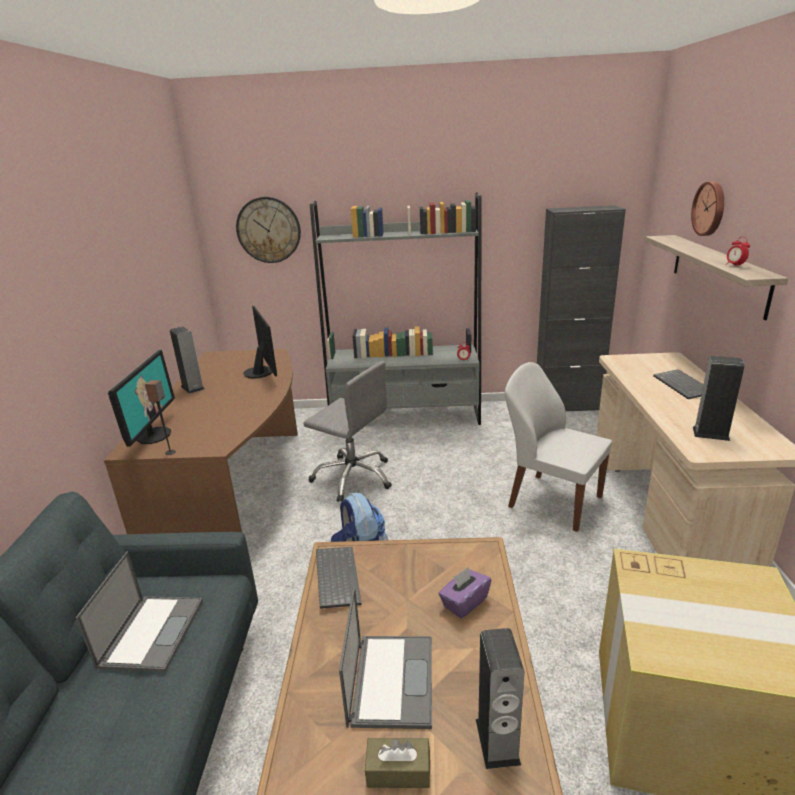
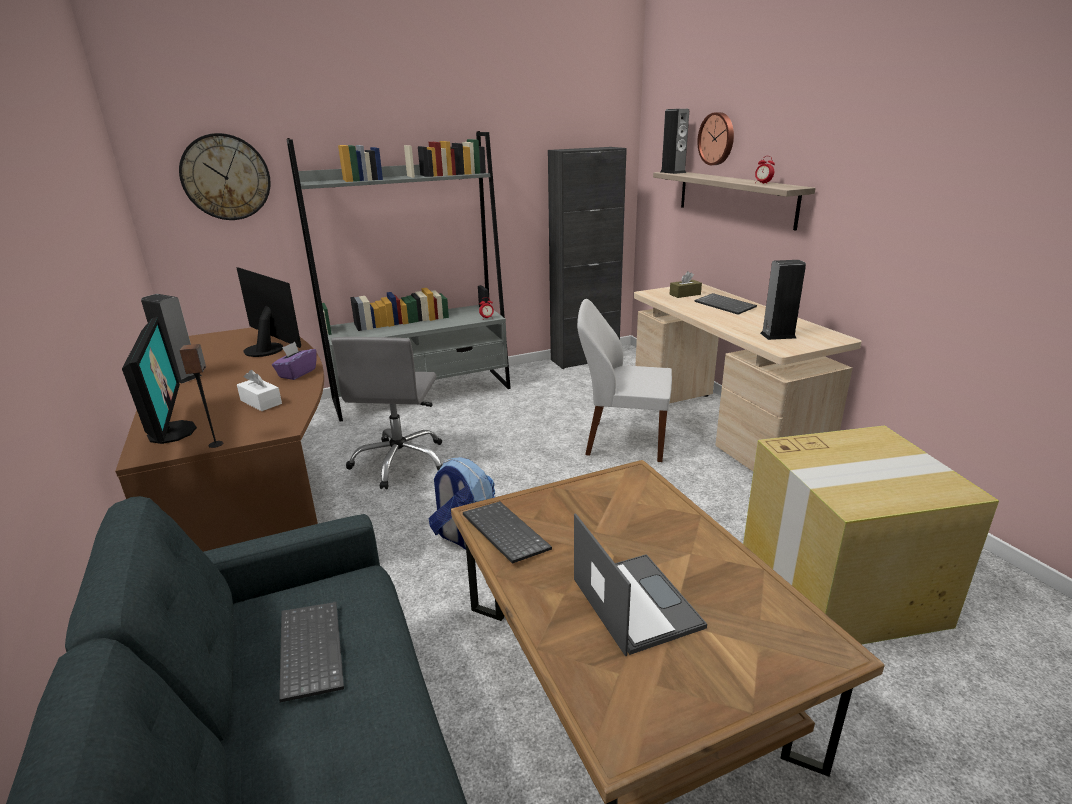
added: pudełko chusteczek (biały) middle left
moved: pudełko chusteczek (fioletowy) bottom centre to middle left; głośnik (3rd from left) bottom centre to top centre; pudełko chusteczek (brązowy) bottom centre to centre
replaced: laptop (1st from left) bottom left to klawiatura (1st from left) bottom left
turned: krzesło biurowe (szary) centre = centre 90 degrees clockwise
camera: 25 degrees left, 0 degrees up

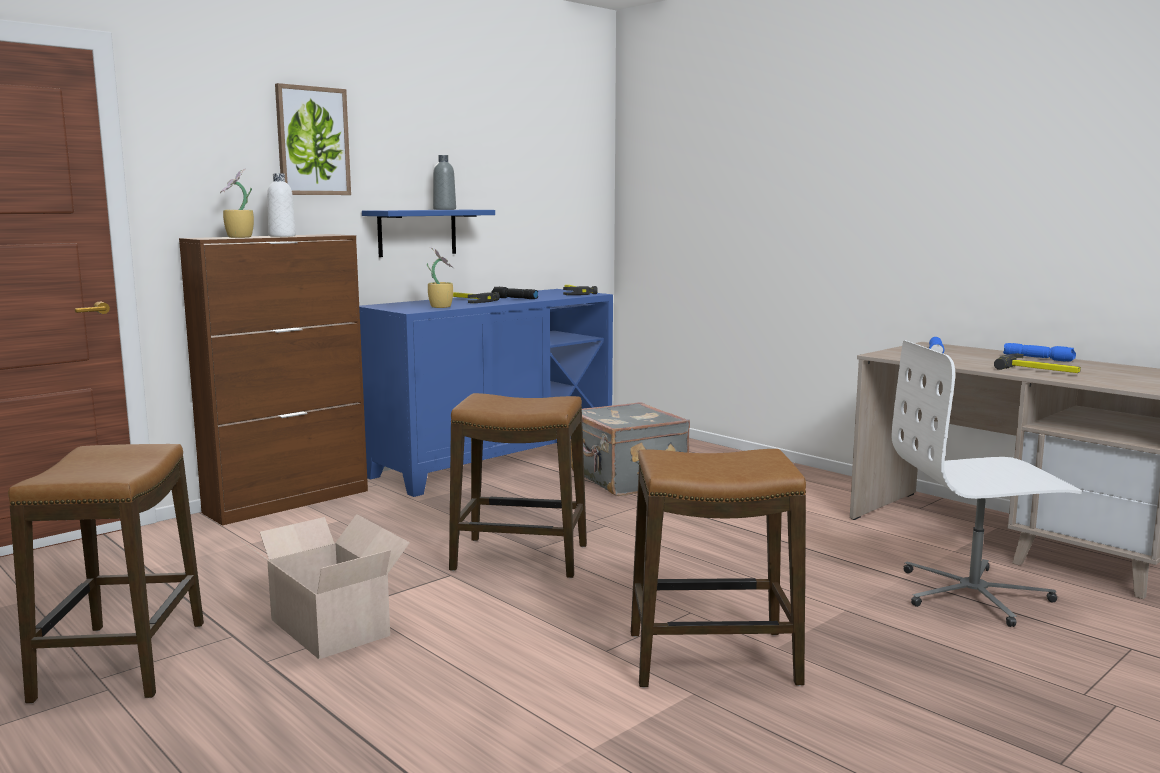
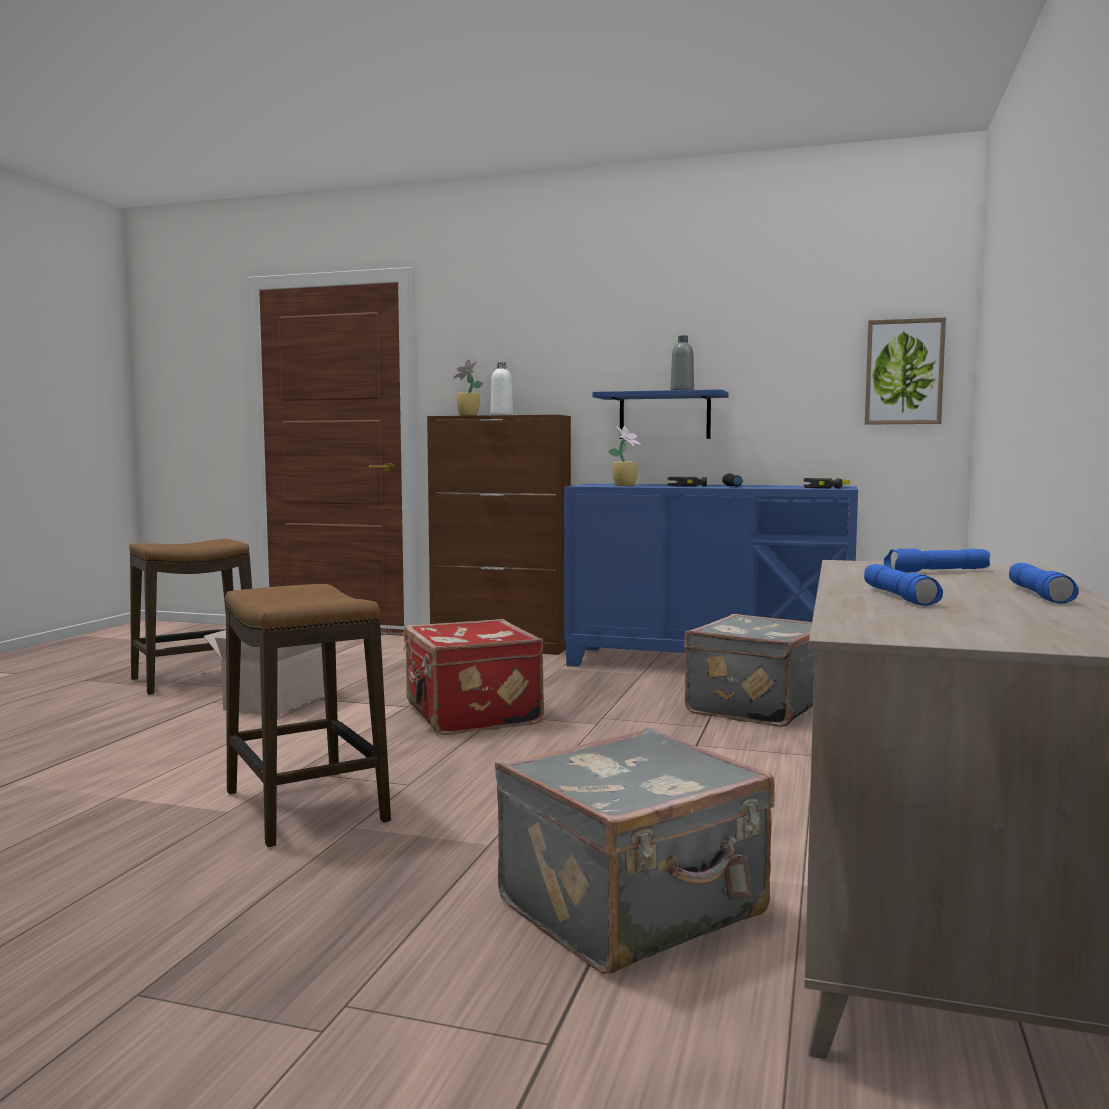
moved: obraz top left to middle right
replaced: krzesło biurowe (biały) middle right to walizka (szary) (1st from left) bottom centre; młotek (3rd from left) middle right to latarka (niebieski) (1st from left) middle right; stołek (2nd from left) centre to walizka (czerwony) centre
camera: 60 degrees right, 5 degrees down

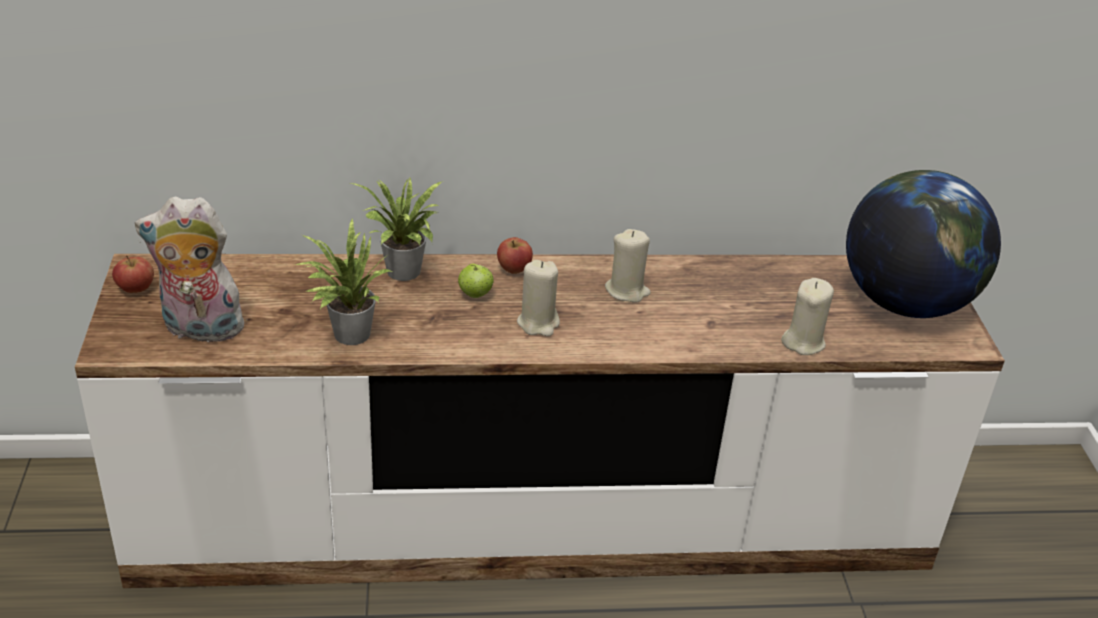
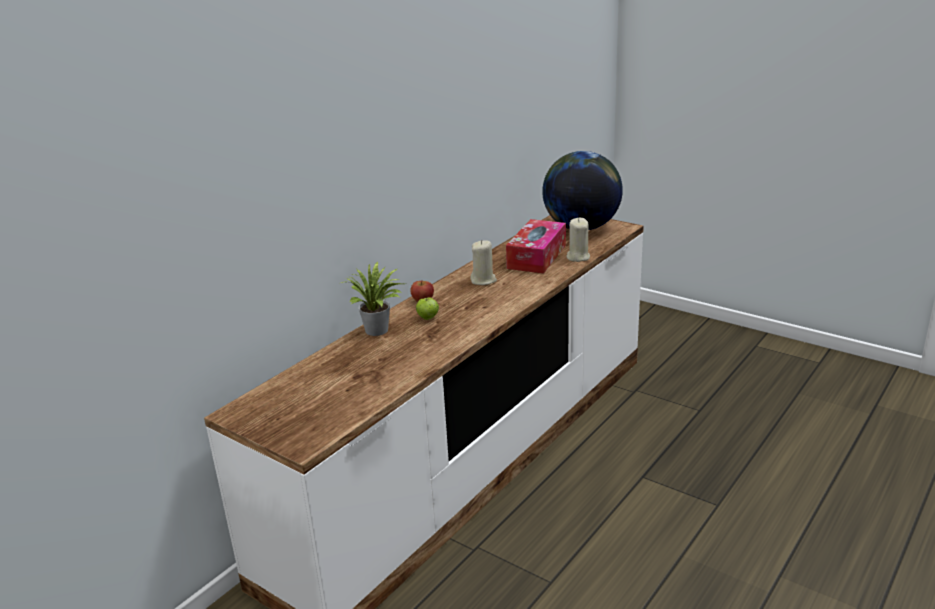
removed: pluszak middle left; roślina doniczkowa (1st from left) middle left; jabłko (1st from left) middle left; świeca (beżowy) (1st from left) centre
added: pudełko chusteczek centre
camera: 45 degrees left, 10 degrees down

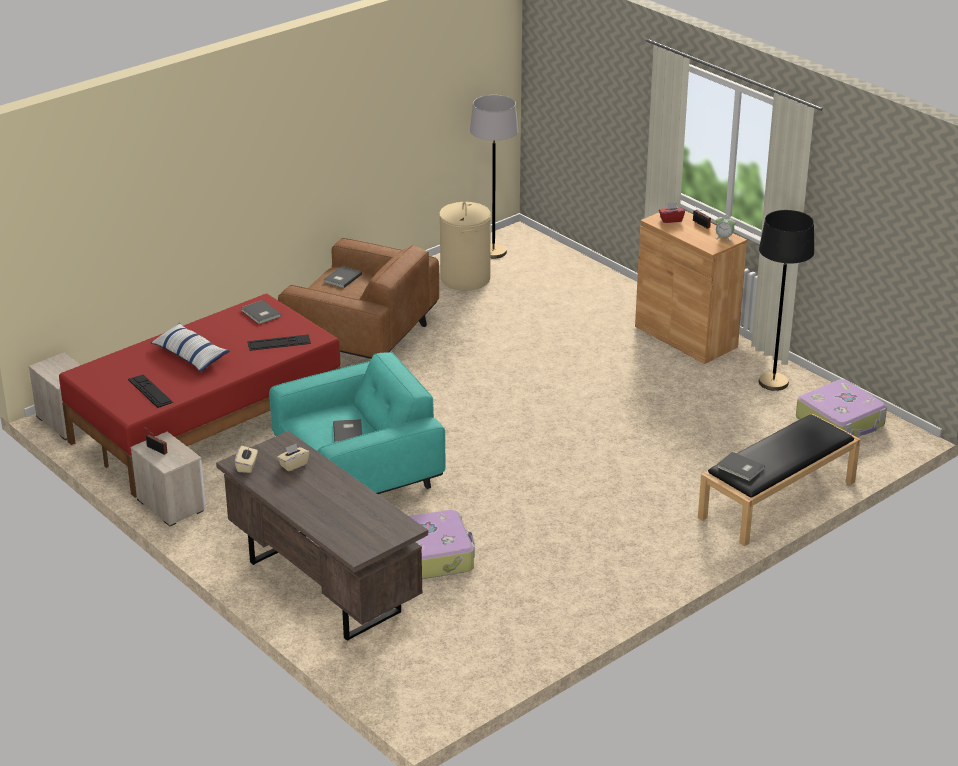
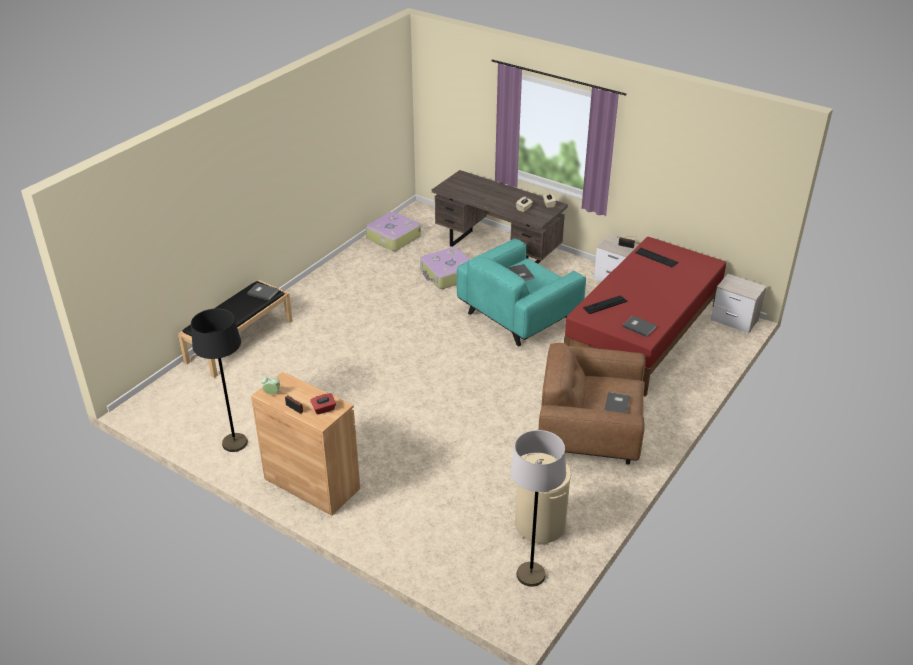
removed: poduszka middle left
moved: walizka (2nd from left in the first image) middle right to walizka (1st from left) centre
camera: 165 degrees right, 5 degrees up

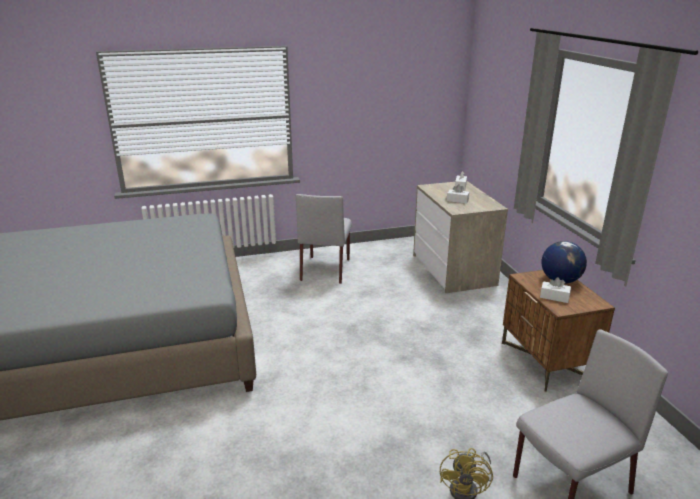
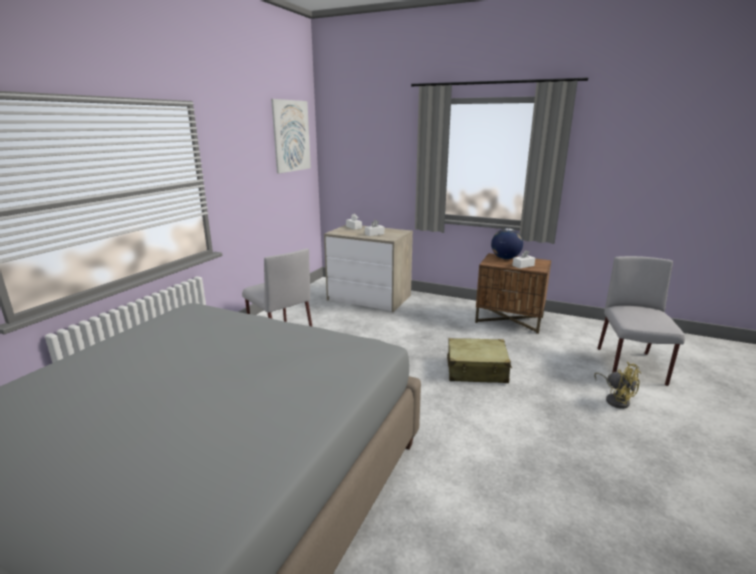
added: obraz top centre; walizka (beżowy) centre
camera: 50 degrees left, 5 degrees down

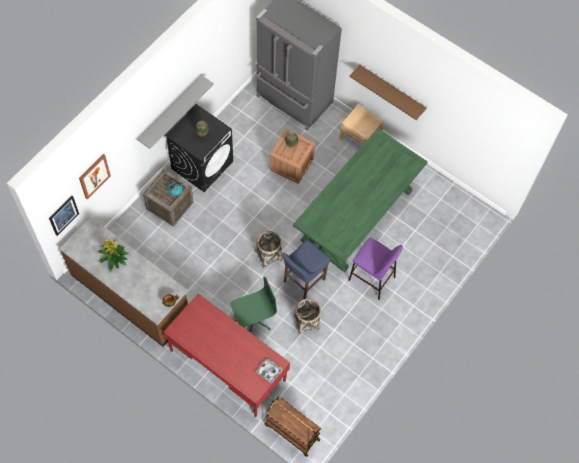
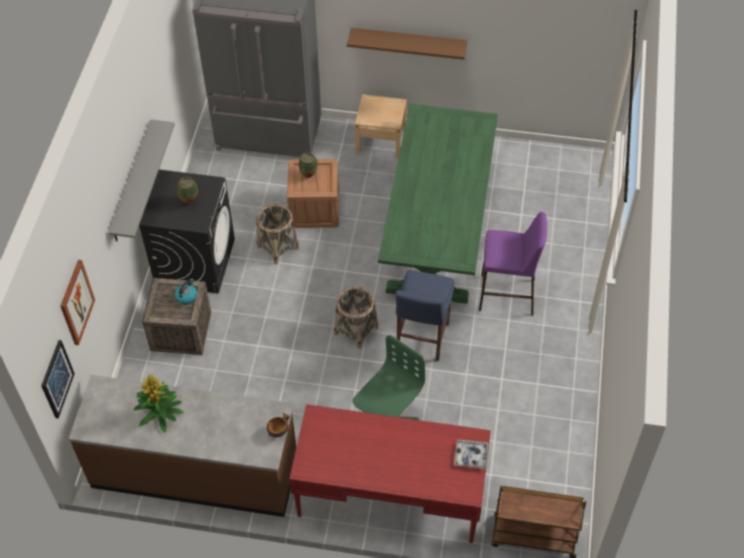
moved: koszyk (2nd from left in the first image) bottom centre to koszyk (1st from left) centre
camera: 25 degrees left, 10 degrees down

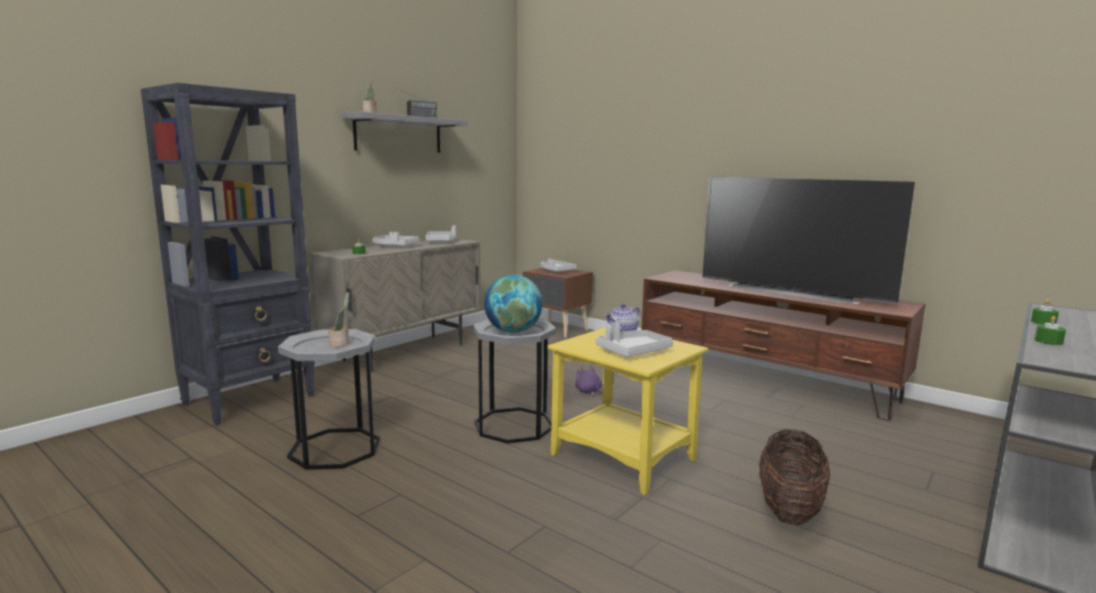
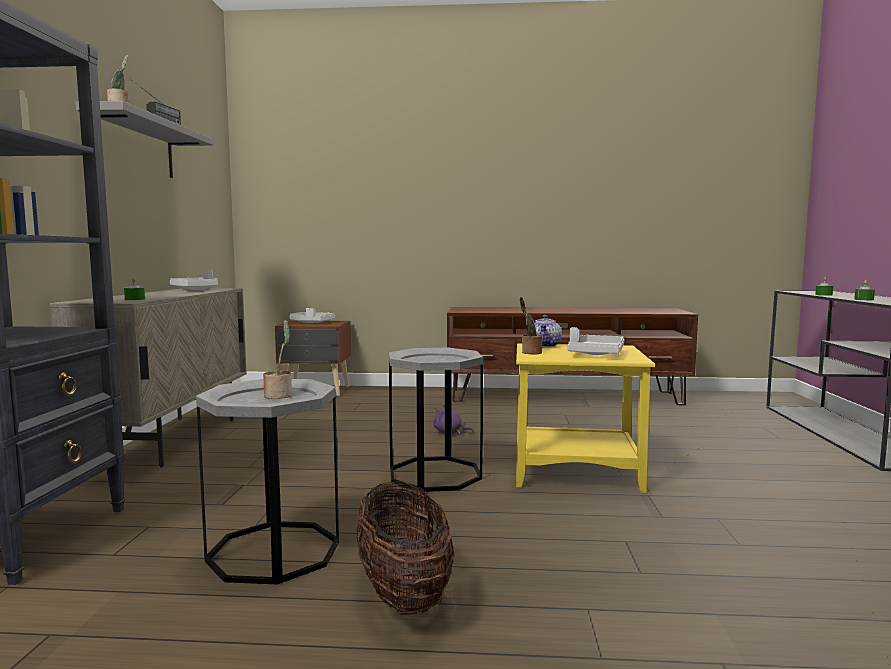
removed: telewizor middle right; taca (szary) (1st from left) centre; globus centre
added: roślina doniczkowa (3rd from left) centre
moved: koszyk bottom right to bottom centre
camera: 35 degrees left, 5 degrees down

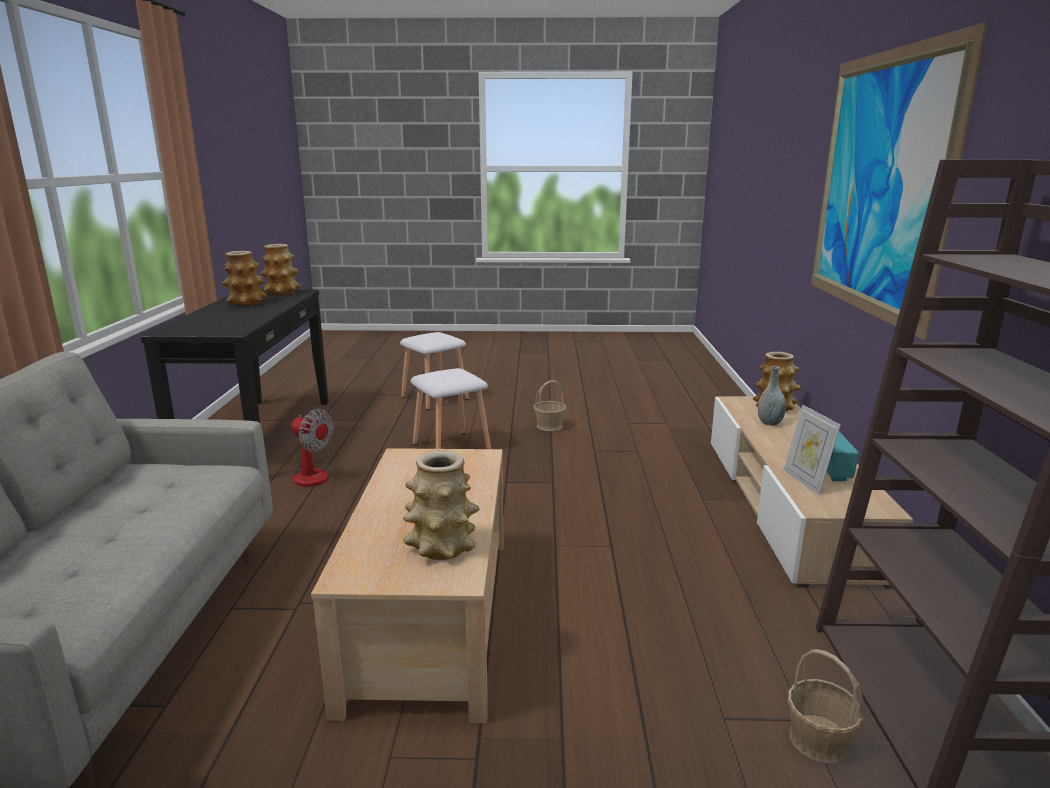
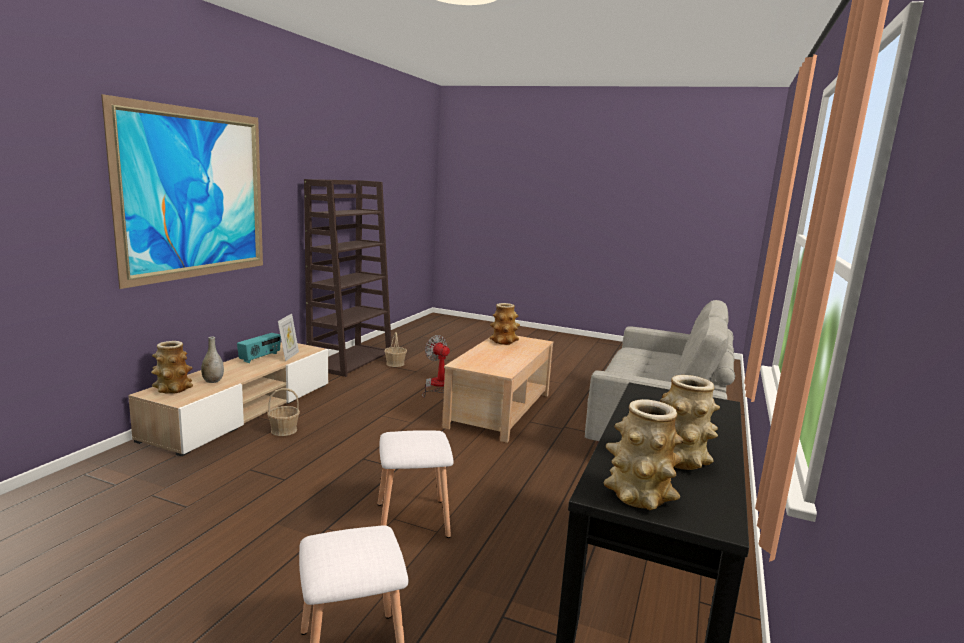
moved: koszyk (1st from left) centre to middle left; wentylator middle left to centre
camera: 160 degrees left, 5 degrees down

